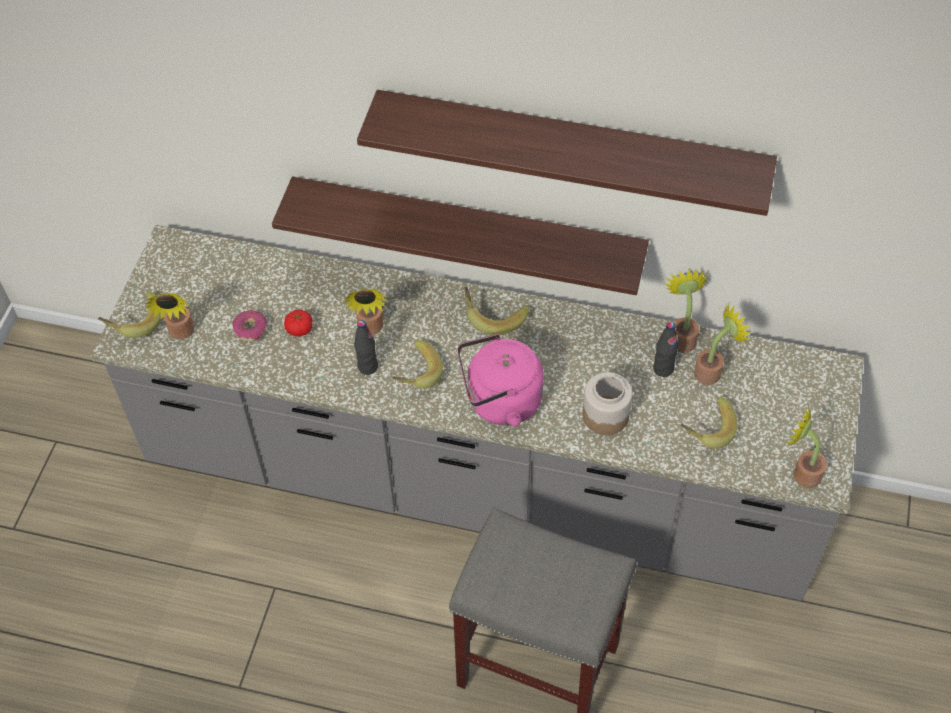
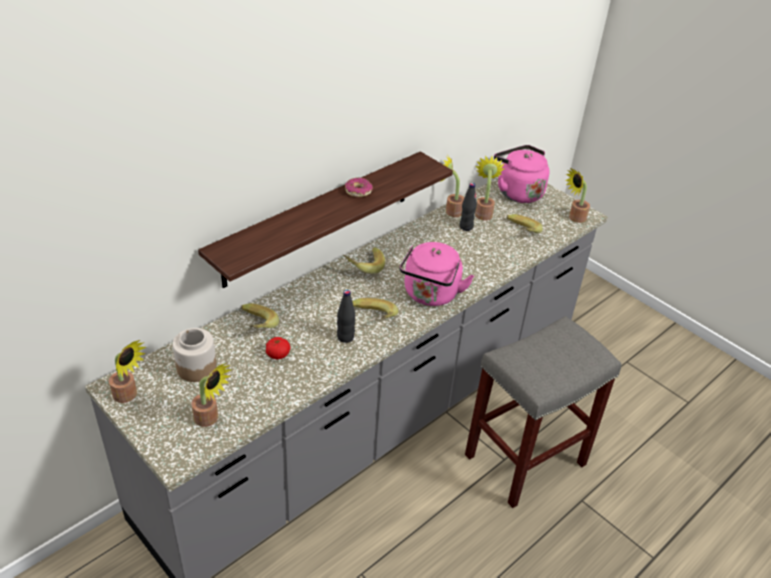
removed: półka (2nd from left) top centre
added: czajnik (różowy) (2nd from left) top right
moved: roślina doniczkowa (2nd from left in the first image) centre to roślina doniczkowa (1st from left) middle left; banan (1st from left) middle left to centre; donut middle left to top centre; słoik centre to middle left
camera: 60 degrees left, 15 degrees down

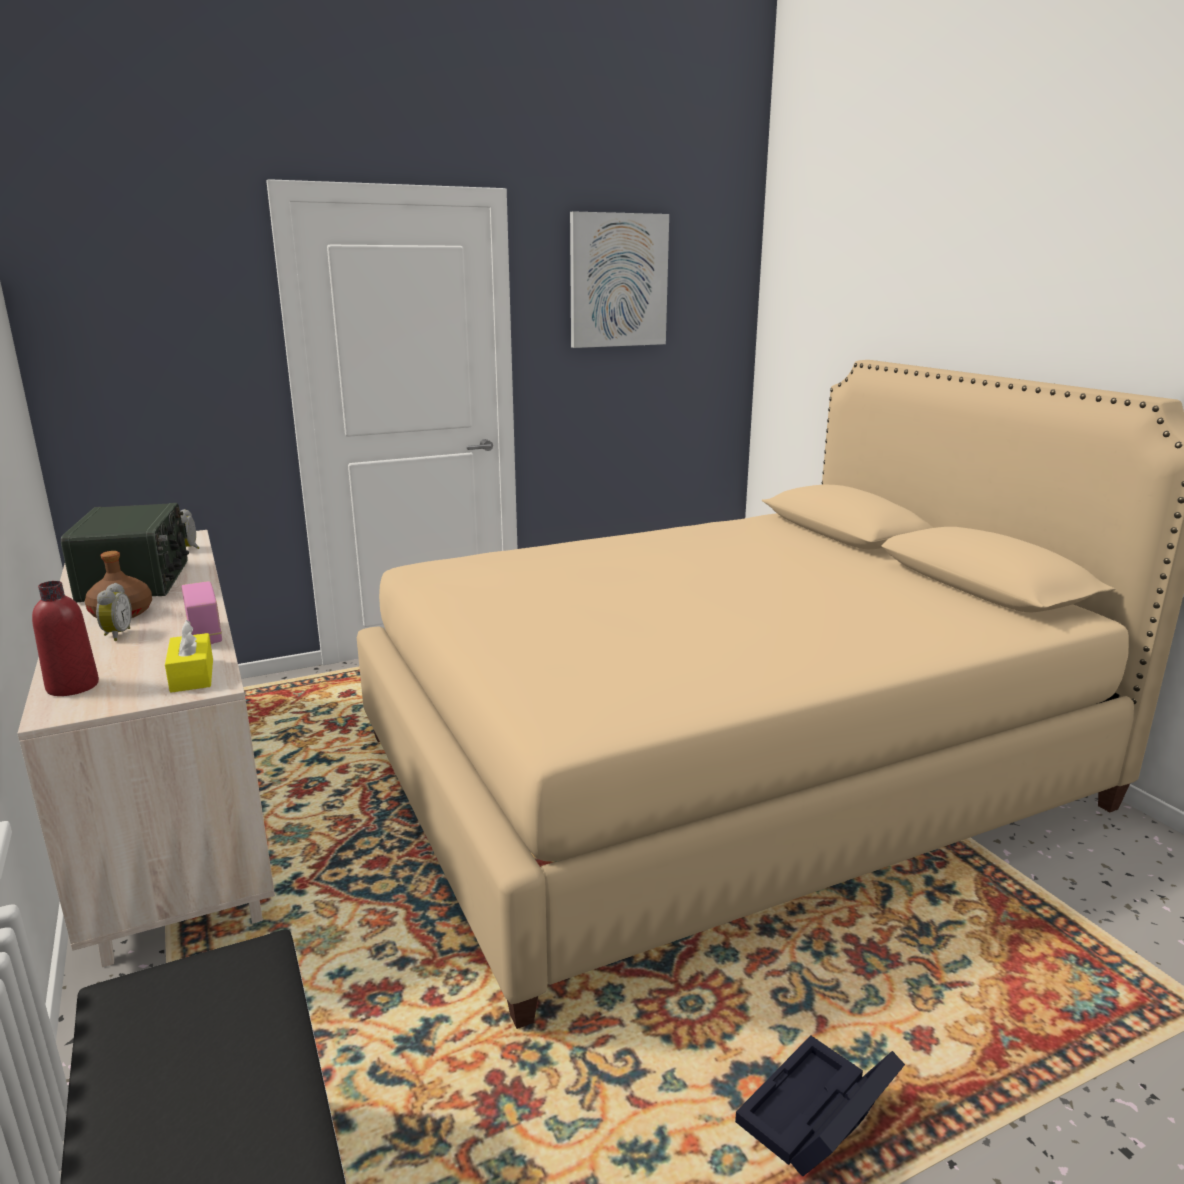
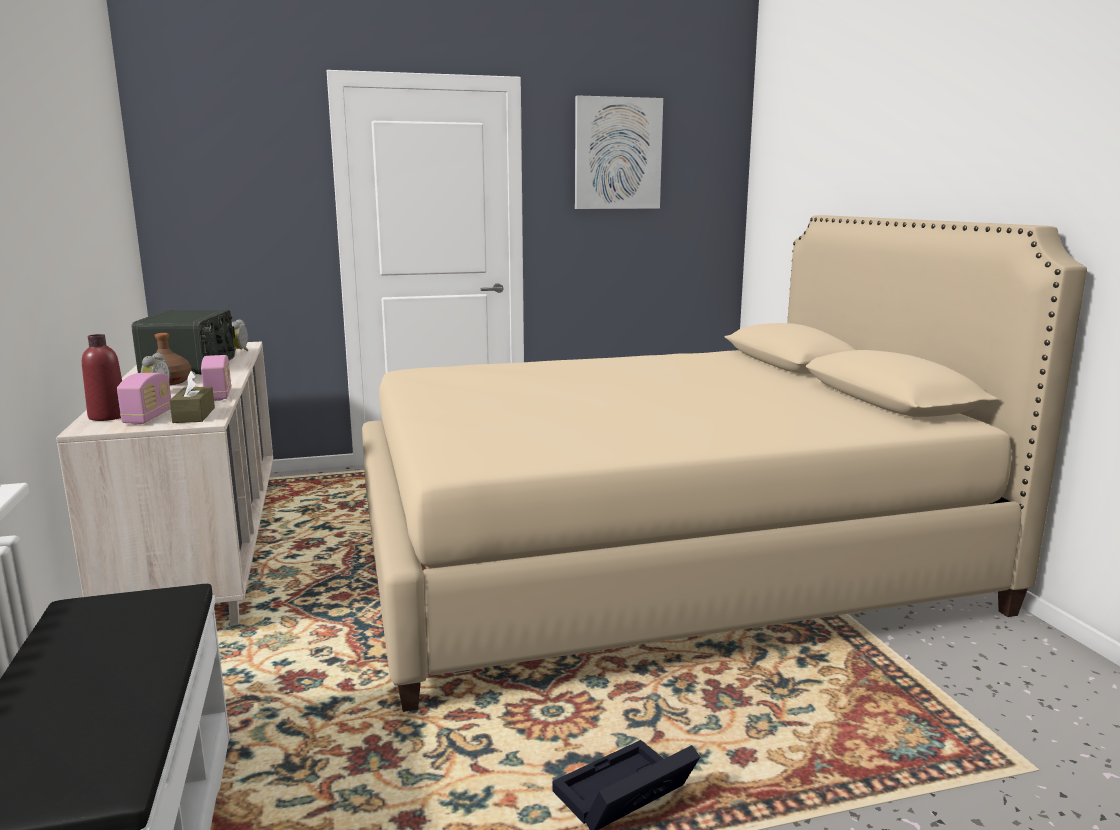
added: radio (1st from left) middle left
recoloured: pudełko chusteczek (żółty) middle left to pudełko chusteczek (brązowy) middle left
camera: 10 degrees right, 5 degrees down

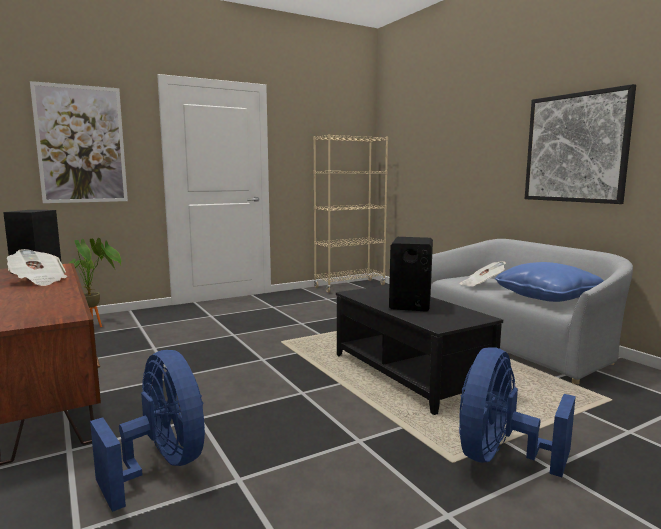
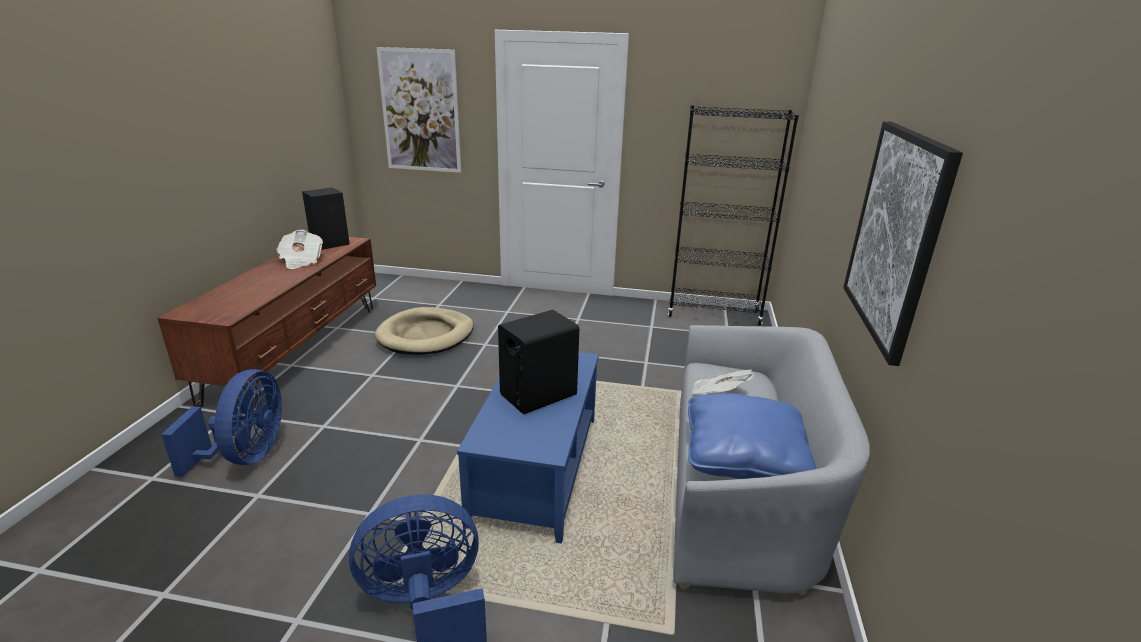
removed: roślina doniczkowa middle left
added: legowisko (beżowy) centre
recoloured: regał (beżowy) centre to regał (czarny) centre; ława (czarny) centre to ława (niebieski) bottom centre
camera: 40 degrees right, 15 degrees up

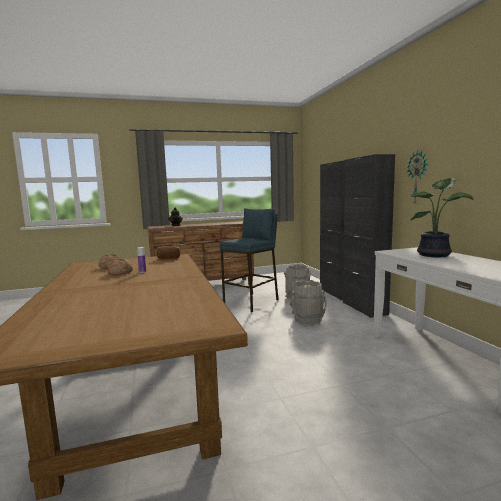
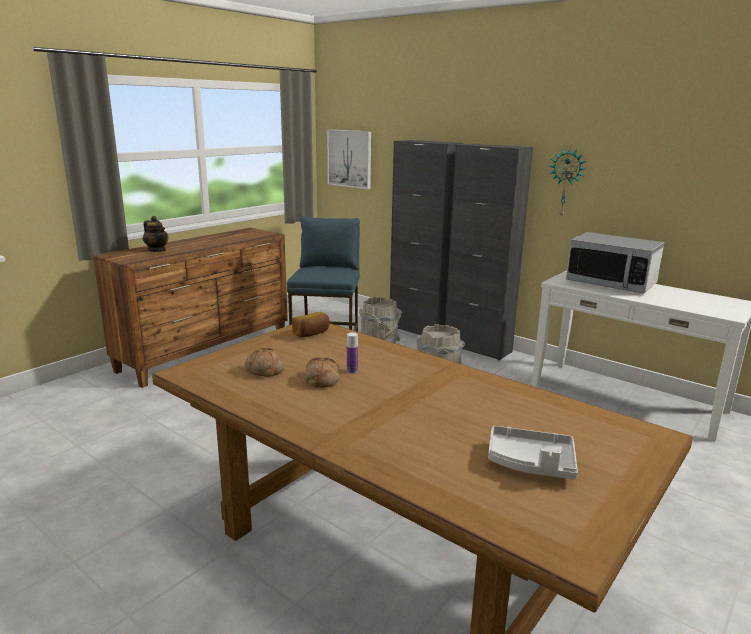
added: obraz top centre; taca (szary) bottom right
replaced: roślina doniczkowa middle right to mikrofalówka middle right
camera: 35 degrees left, 10 degrees up

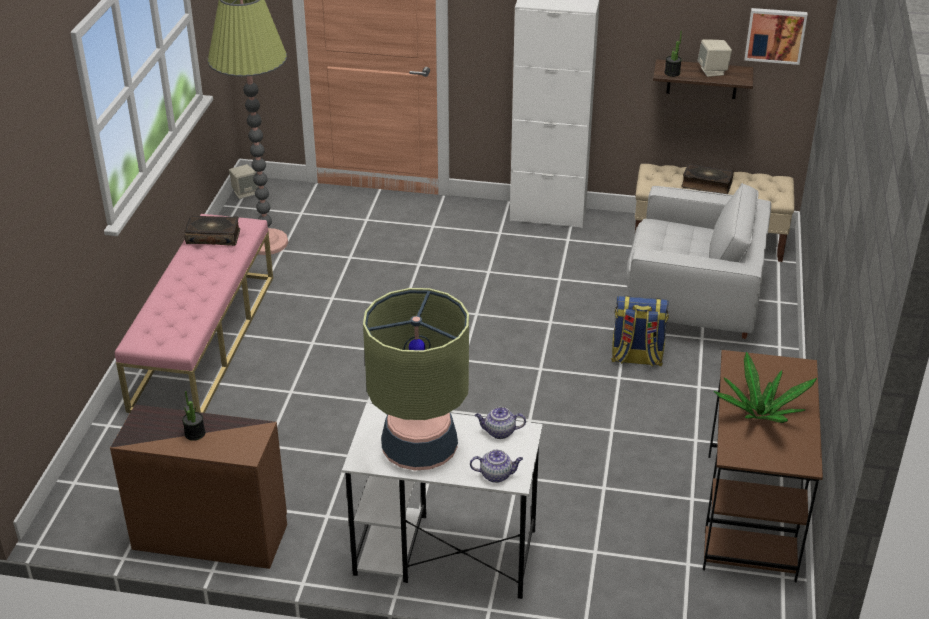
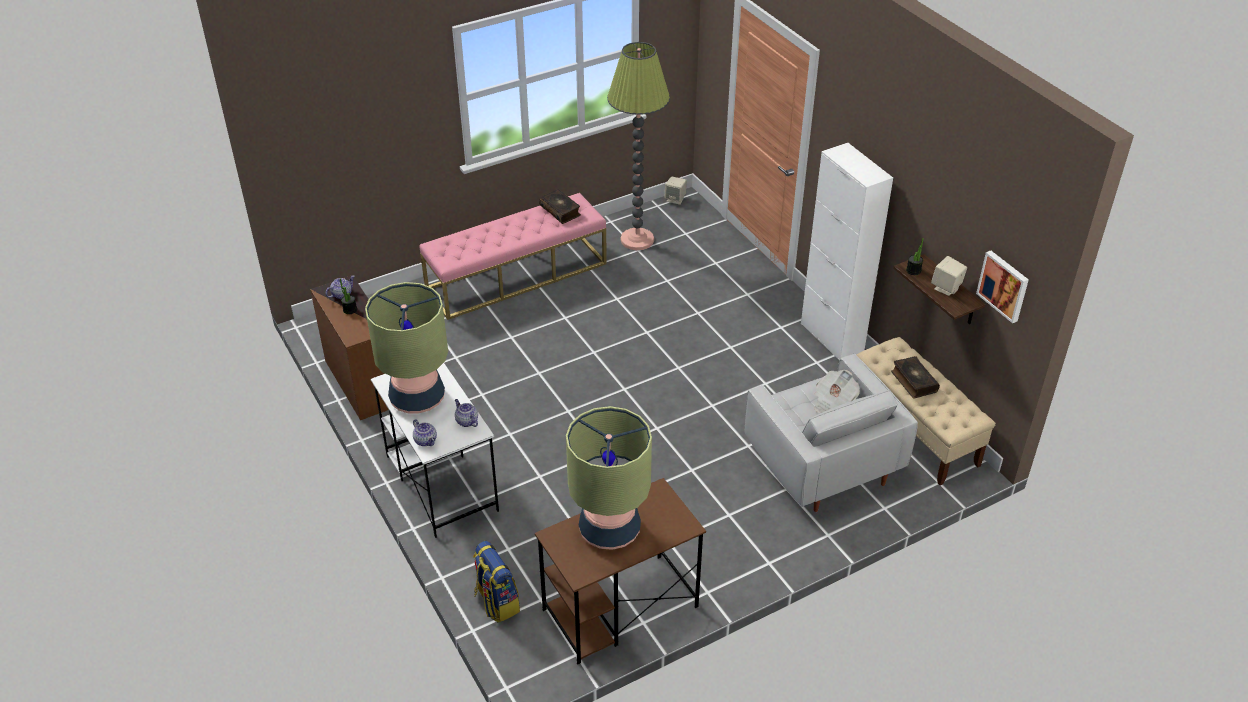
added: imbryk (1st from left) middle left; gazeta middle right
moved: plecak middle right to bottom centre
replaced: roślina doniczkowa (3rd from left) middle right to lampa stołowa (2nd from left) bottom centre
camera: 50 degrees right, 5 degrees up

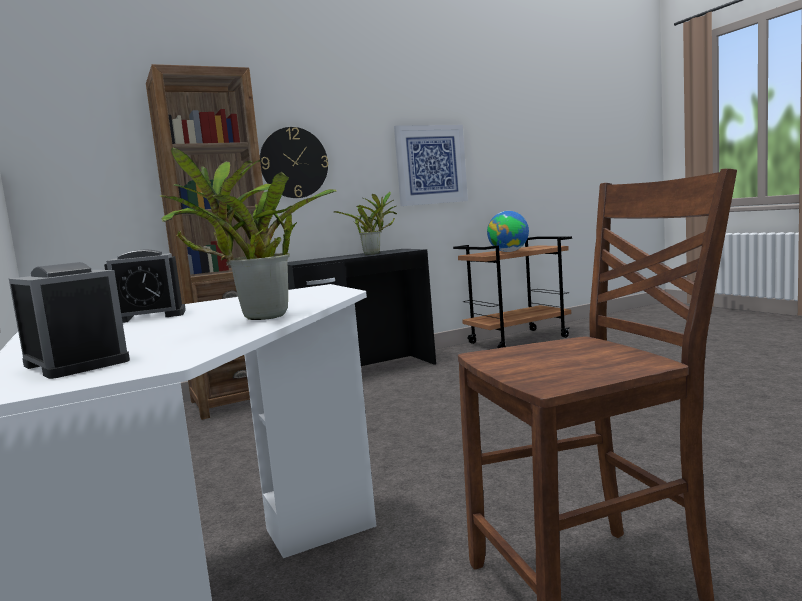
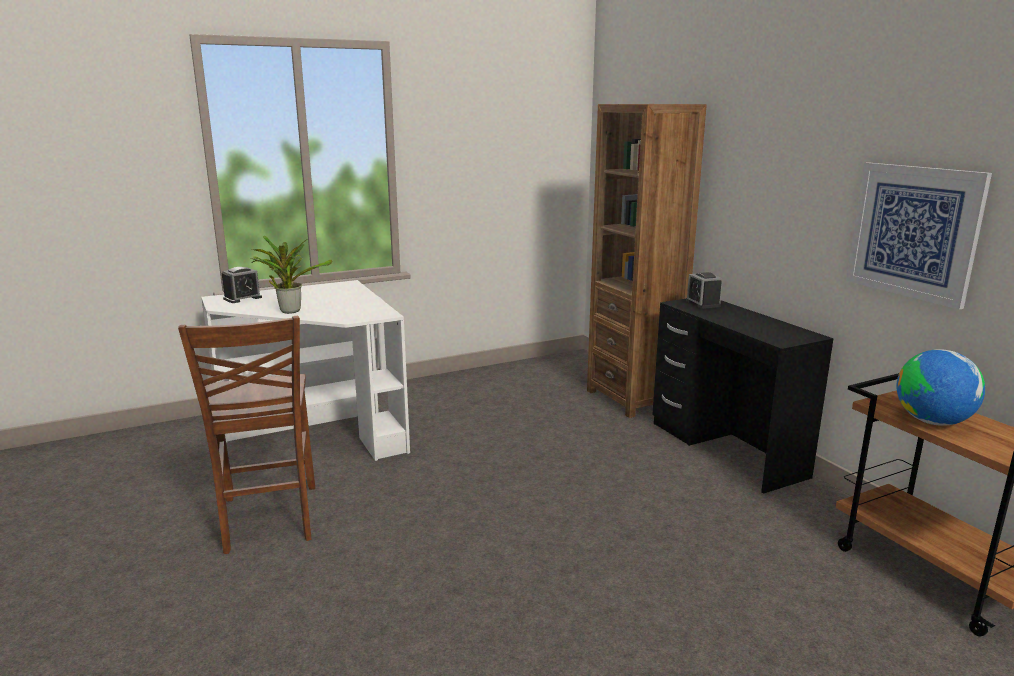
removed: zegar ścienny top centre; roślina doniczkowa (2nd from left) centre
moved: budzik (2nd from left) middle left to middle right
camera: 90 degrees right, 10 degrees up

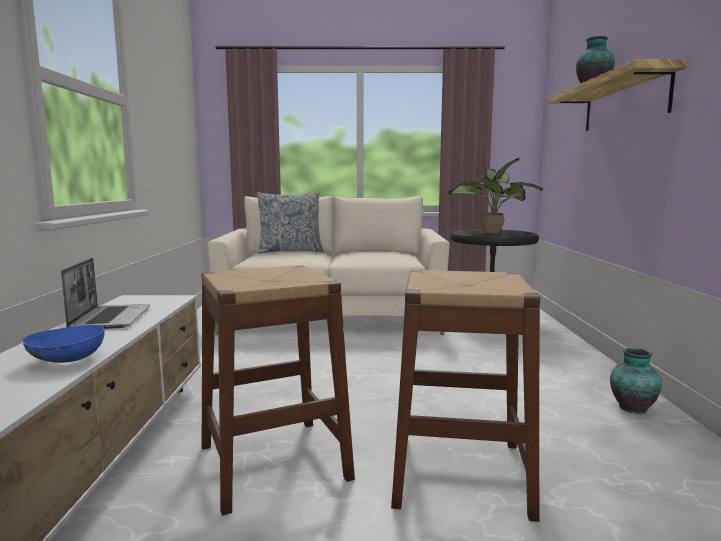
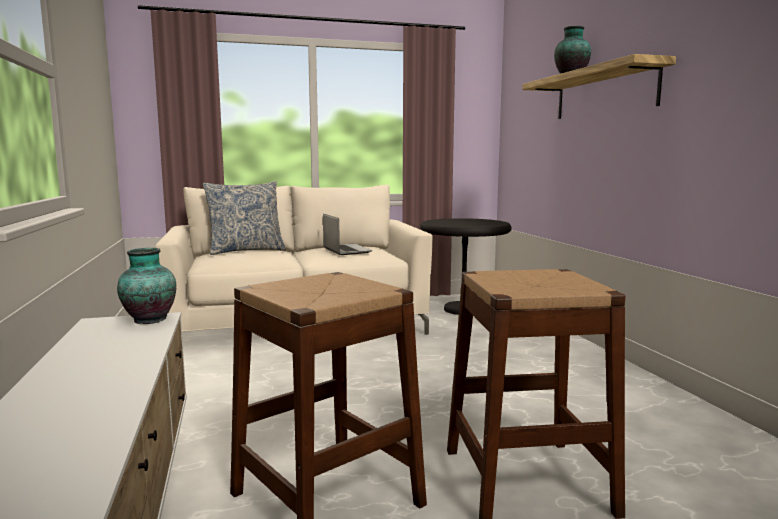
removed: roślina doniczkowa middle right; miska (niebieski) middle left
moved: laptop middle left to centre; wazon (2nd from left in the first image) bottom right to wazon (1st from left) middle left
camera: 15 degrees left, 0 degrees up

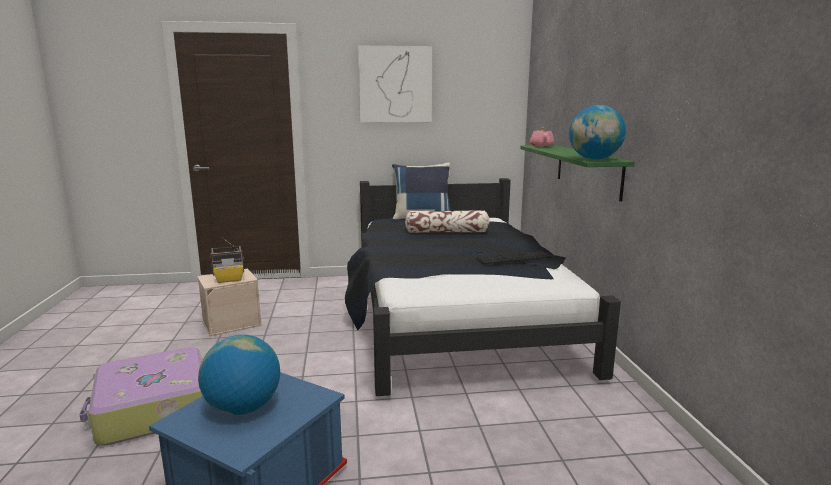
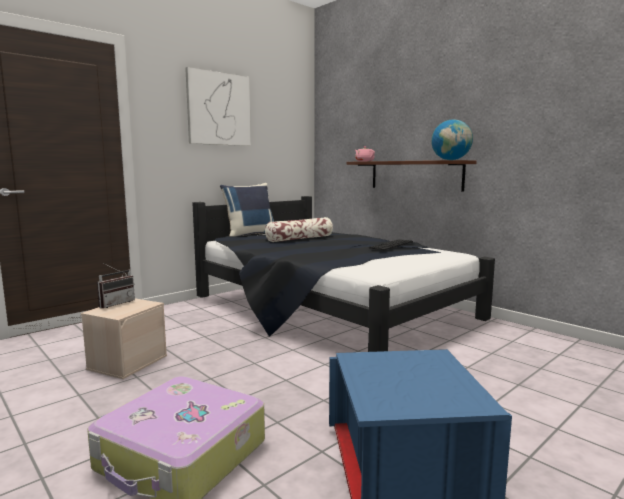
removed: pudełko chusteczek (żółty) middle left; globus (1st from left) bottom left
recoloured: półka (zielony) middle right to półka (brązowy) centre
camera: 35 degrees left, 5 degrees down

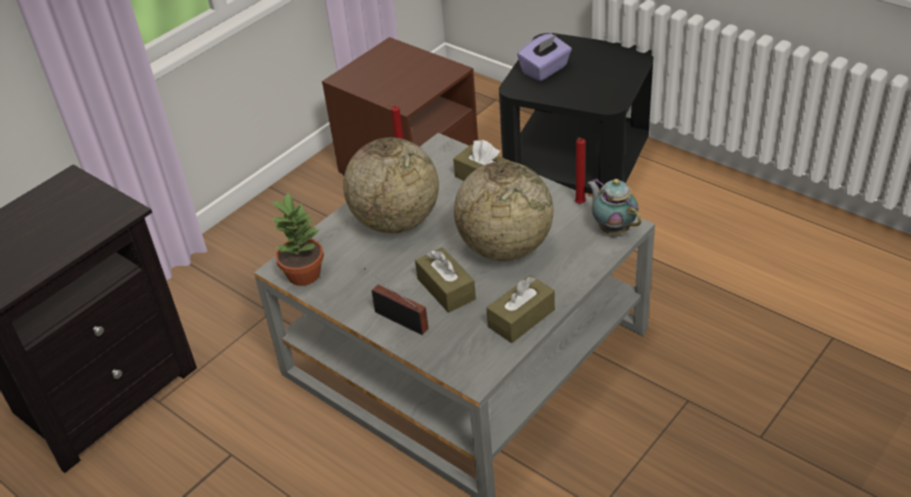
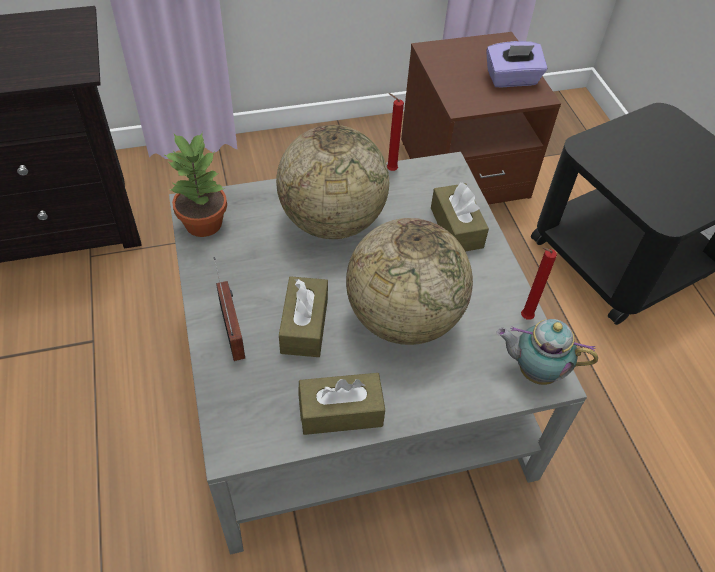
moved: pudełko chusteczek (fioletowy) top centre to top right
turned: imbryk middle right = middle right 75 degrees counterclockwise
camera: 30 degrees right, 10 degrees up

